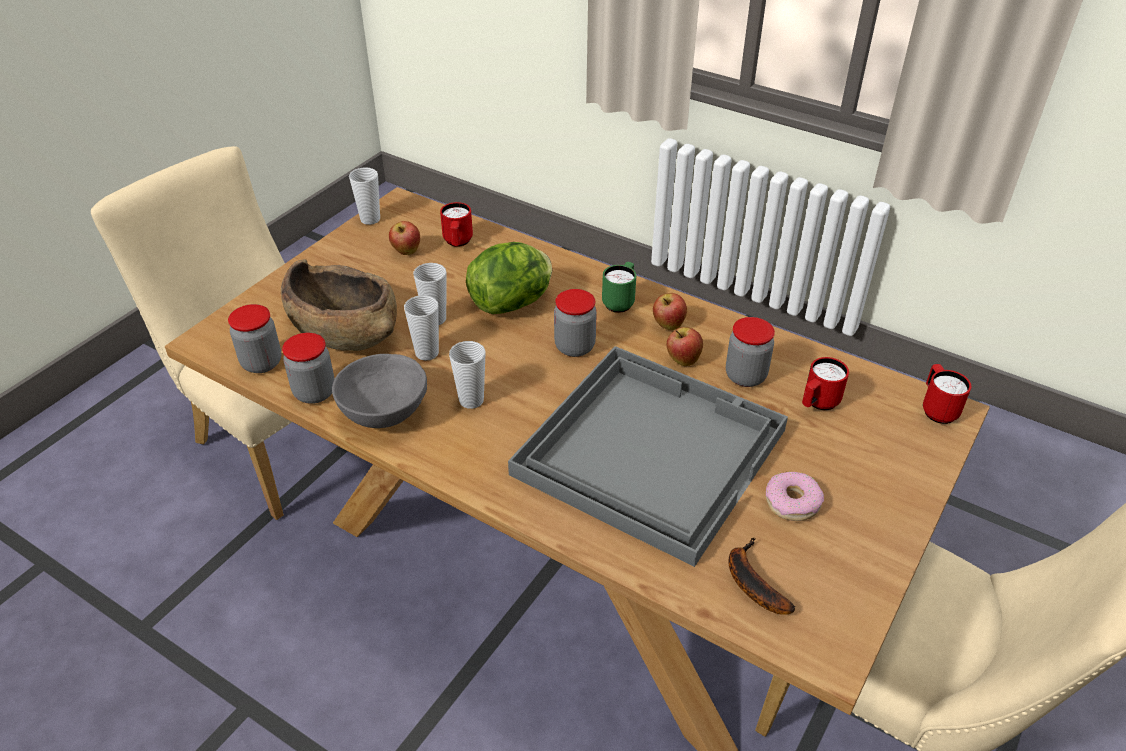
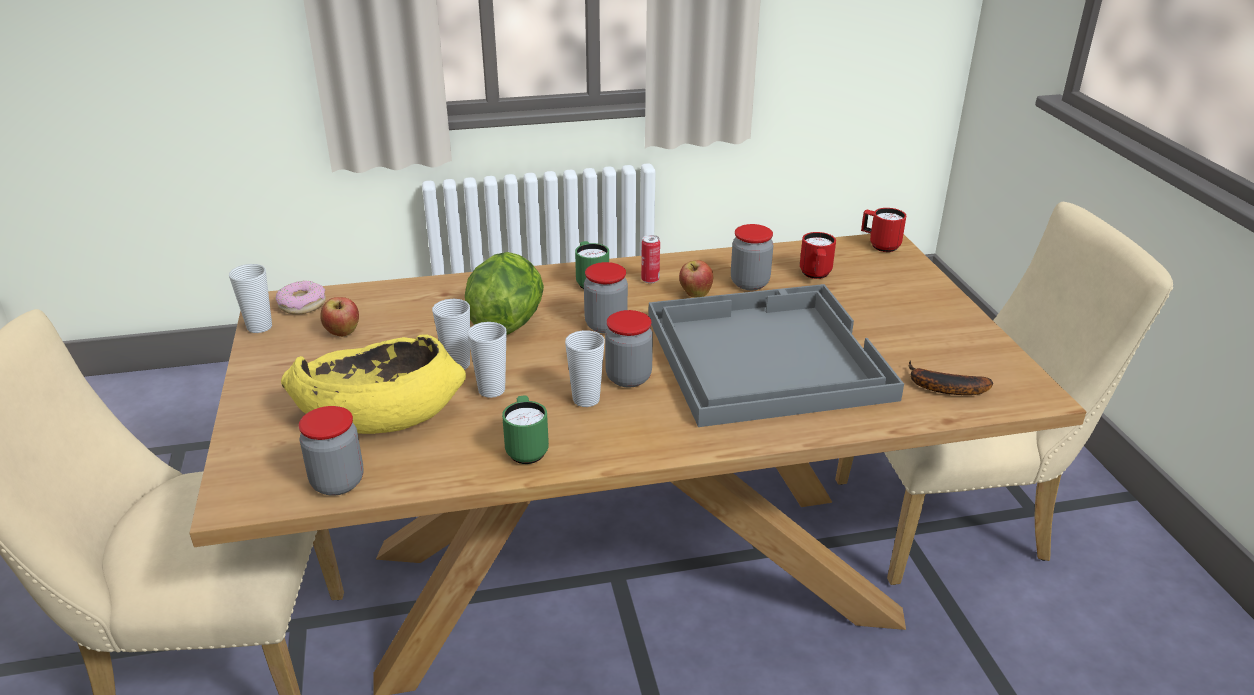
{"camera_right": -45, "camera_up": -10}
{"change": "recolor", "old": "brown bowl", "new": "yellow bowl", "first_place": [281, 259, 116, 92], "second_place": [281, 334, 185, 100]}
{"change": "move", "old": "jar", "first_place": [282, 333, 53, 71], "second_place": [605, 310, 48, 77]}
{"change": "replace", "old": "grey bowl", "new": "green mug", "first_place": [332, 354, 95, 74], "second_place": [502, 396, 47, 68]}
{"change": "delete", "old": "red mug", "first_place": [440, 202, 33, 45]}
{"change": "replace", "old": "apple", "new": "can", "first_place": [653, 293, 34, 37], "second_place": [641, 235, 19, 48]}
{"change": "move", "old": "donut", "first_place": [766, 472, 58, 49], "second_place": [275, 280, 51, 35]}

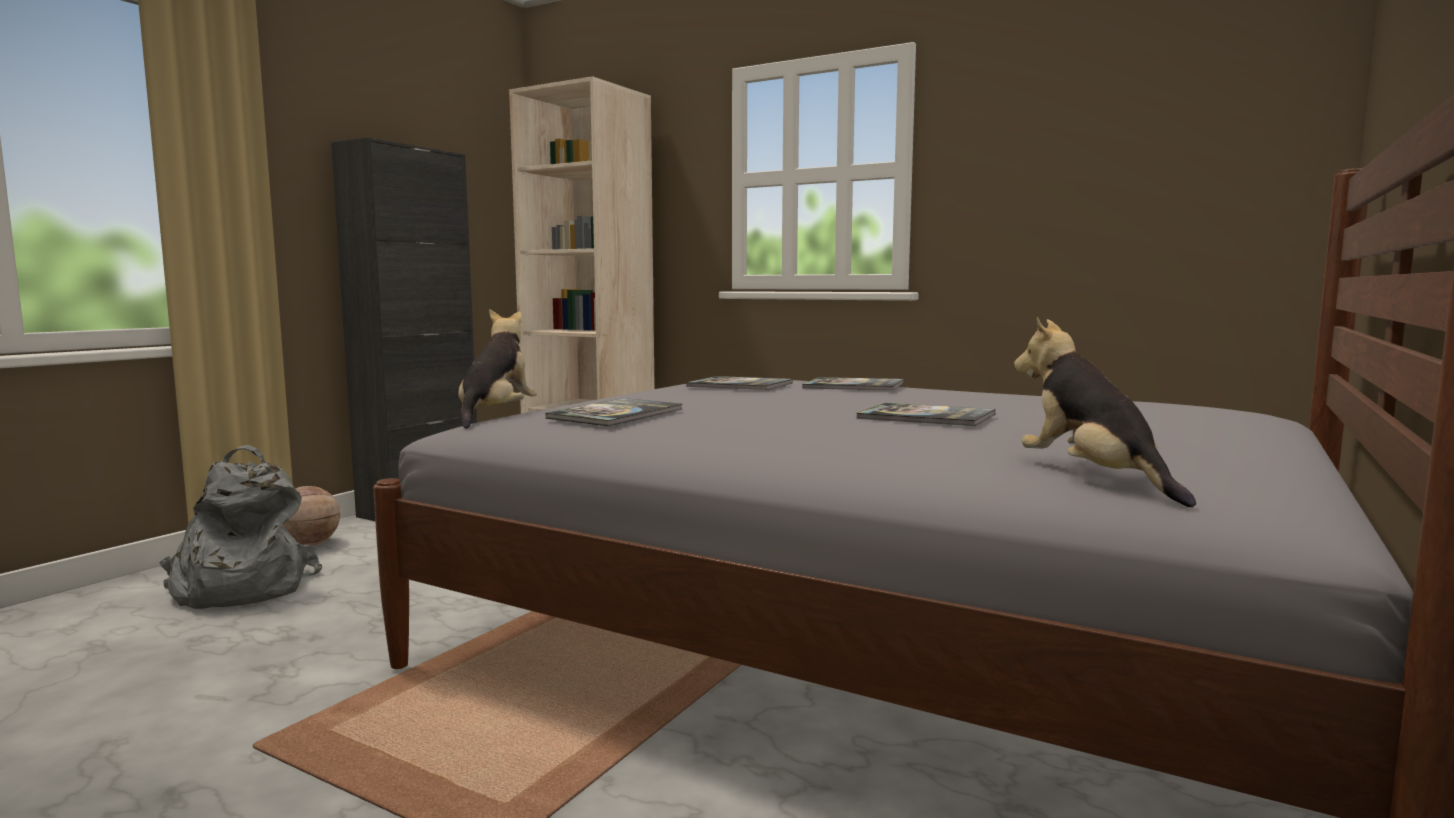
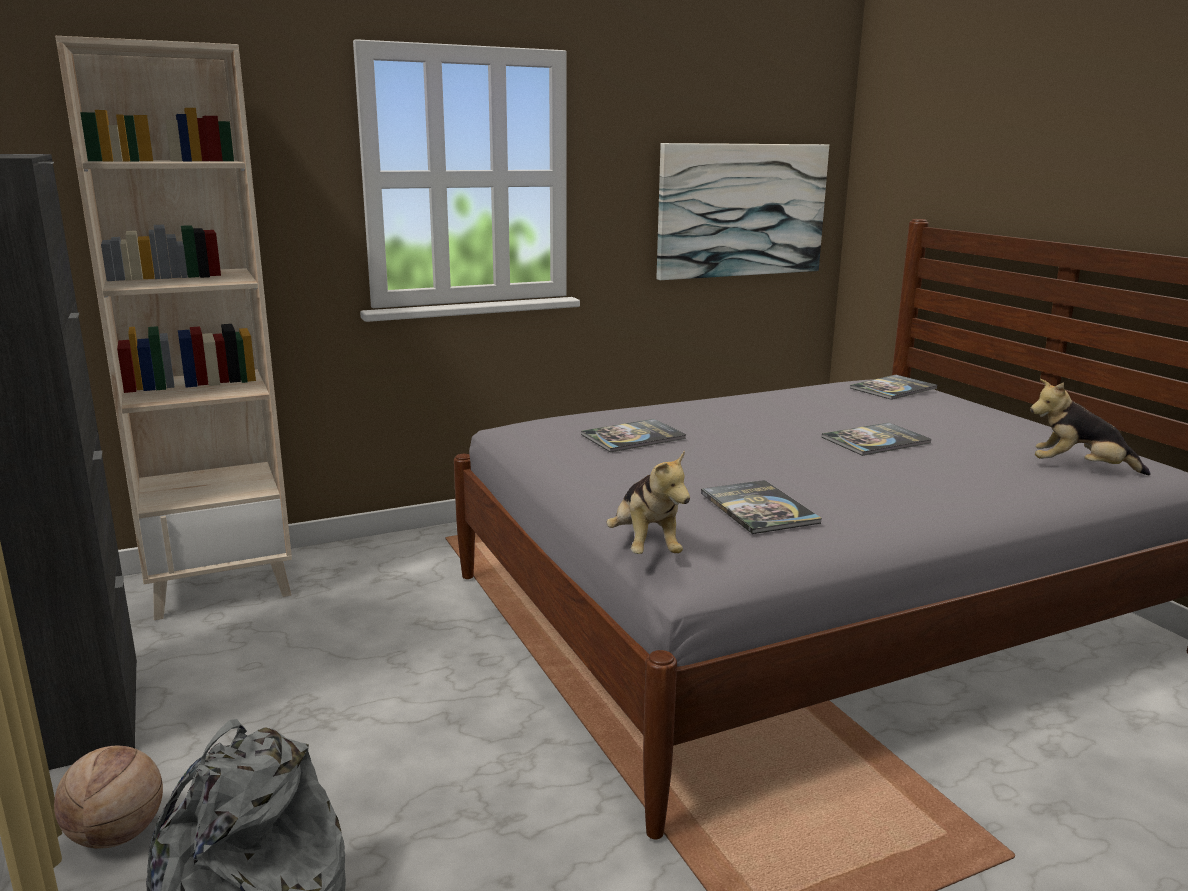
{"camera_right": -55, "camera_up": 10}
{"change": "rotate", "old": "plush toy", "first_place": [458, 309, 79, 119], "second_place": [606, 450, 84, 104], "degrees": -150}
{"change": "move", "old": "book", "first_place": [802, 377, 102, 14], "second_place": [850, 375, 87, 25]}
{"change": "insert", "new": "picture", "second_place": [657, 143, 172, 137]}

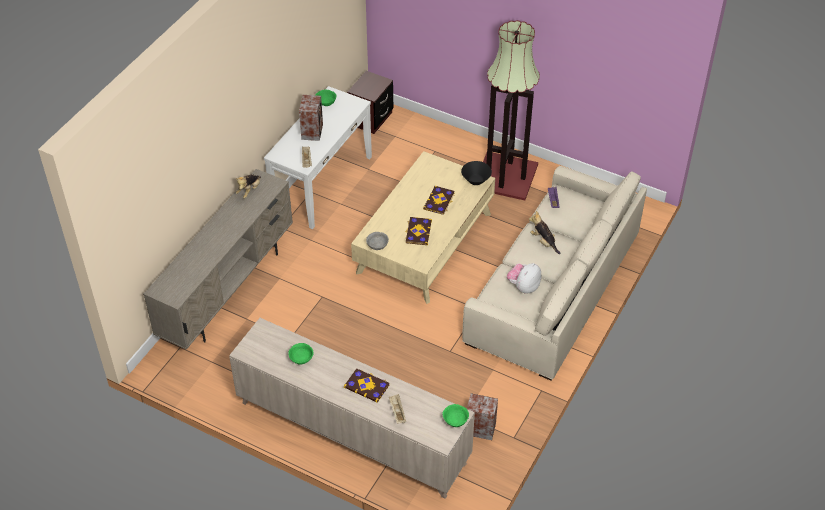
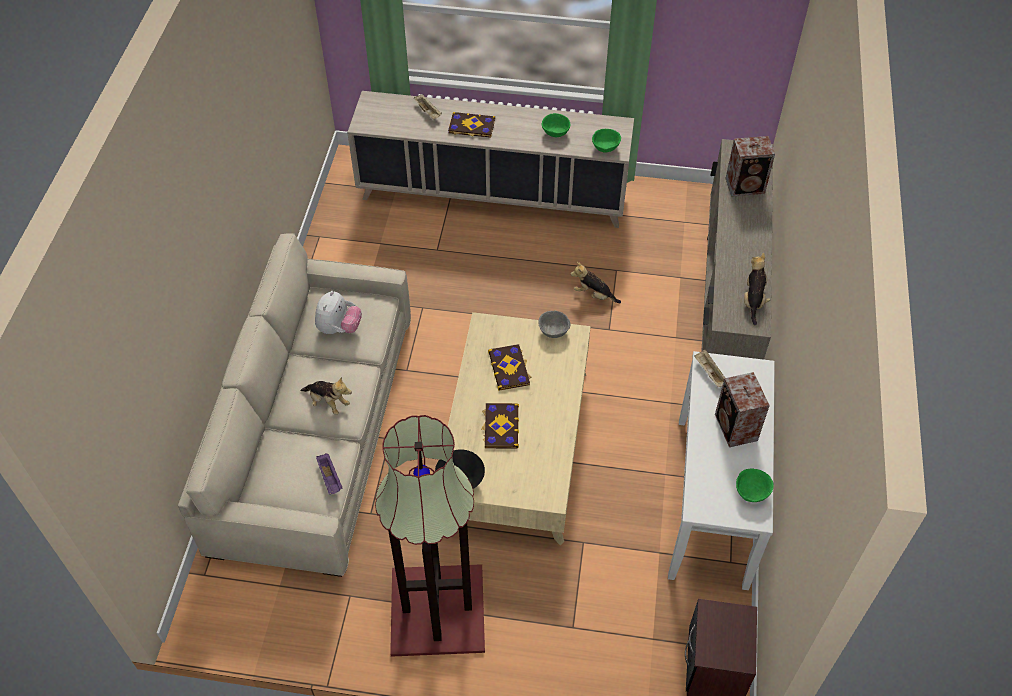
{"camera_right": 160, "camera_up": 5}
{"change": "move", "old": "green bowl", "first_place": [443, 404, 26, 23], "second_place": [592, 129, 29, 24]}
{"change": "move", "old": "speaker", "first_place": [467, 393, 31, 47], "second_place": [725, 136, 50, 61]}
{"change": "insert", "new": "plush toy", "second_place": [571, 262, 50, 41]}

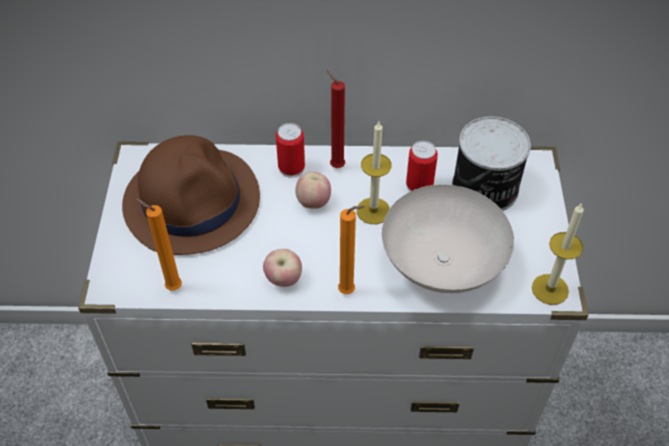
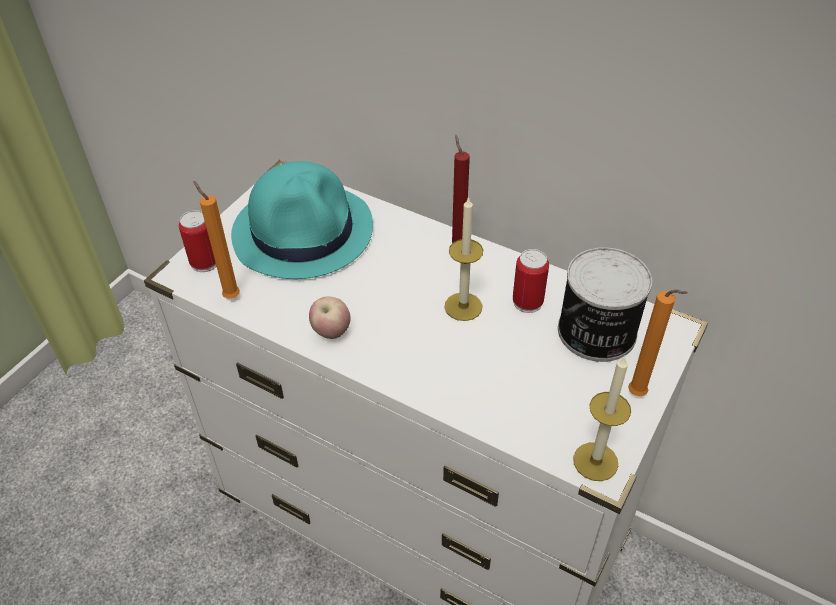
{"camera_right": 30, "camera_up": -5}
{"change": "recolor", "old": "brown hat", "new": "turquoise hat", "first_place": [122, 135, 138, 120], "second_place": [231, 161, 142, 118]}
{"change": "move", "old": "can", "first_place": [276, 123, 29, 55], "second_place": [179, 210, 37, 62]}
{"change": "delete", "old": "apple", "first_place": [295, 172, 36, 37]}
{"change": "move", "old": "orange candle", "first_place": [338, 206, 27, 88], "second_place": [628, 289, 60, 107]}
{"change": "delete", "old": "white bowl", "first_place": [382, 184, 132, 109]}

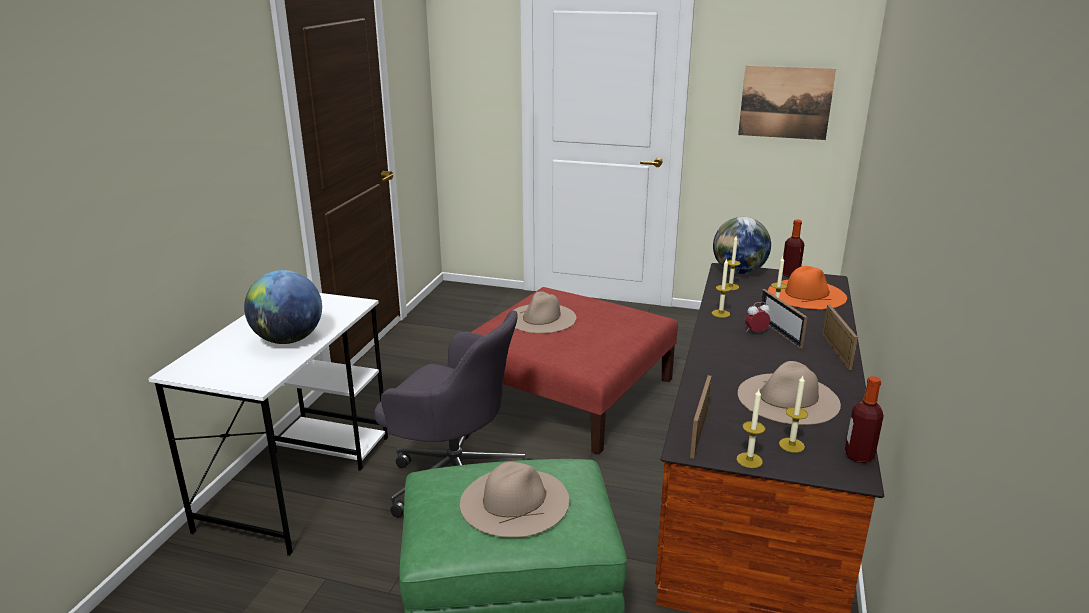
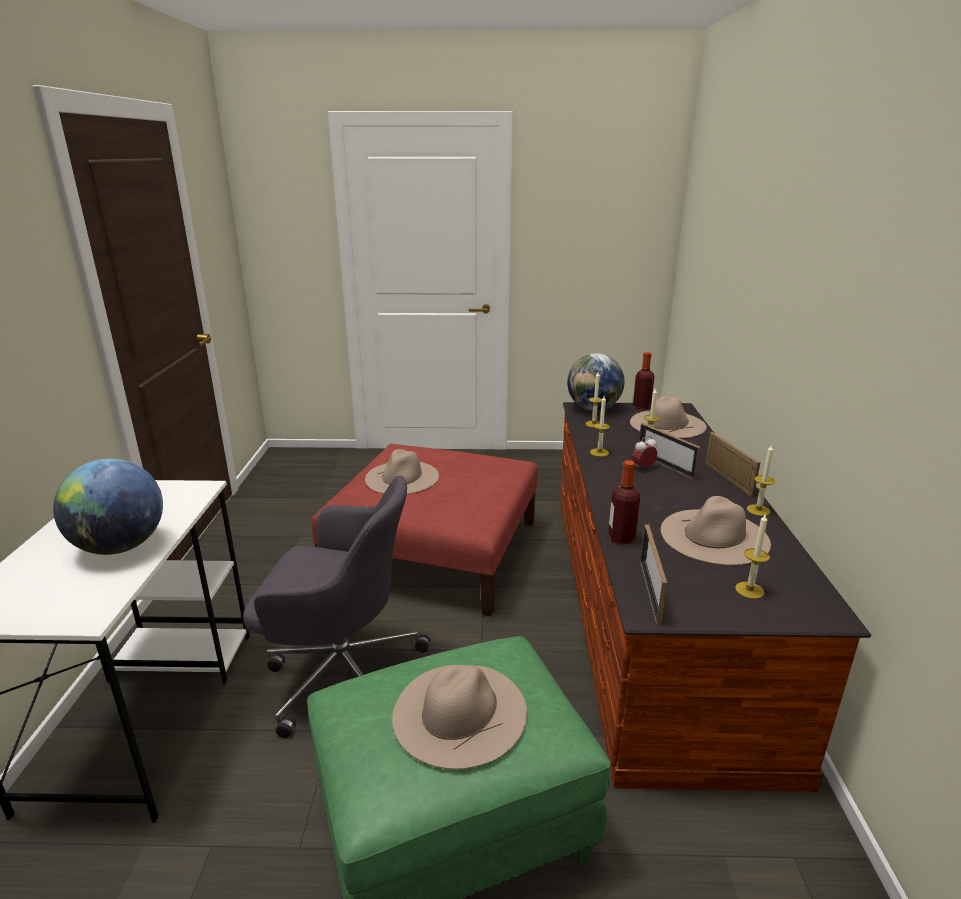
{"camera_right": -15, "camera_up": 0}
{"change": "move", "old": "candle", "first_place": [736, 389, 29, 79], "second_place": [747, 445, 28, 71]}
{"change": "delete", "old": "picture", "first_place": [738, 66, 98, 74]}
{"change": "recolor", "old": "orange hat", "new": "beige hat", "first_place": [768, 266, 79, 44], "second_place": [630, 396, 77, 42]}
{"change": "move", "old": "bottle", "first_place": [845, 376, 39, 87], "second_place": [608, 460, 32, 84]}

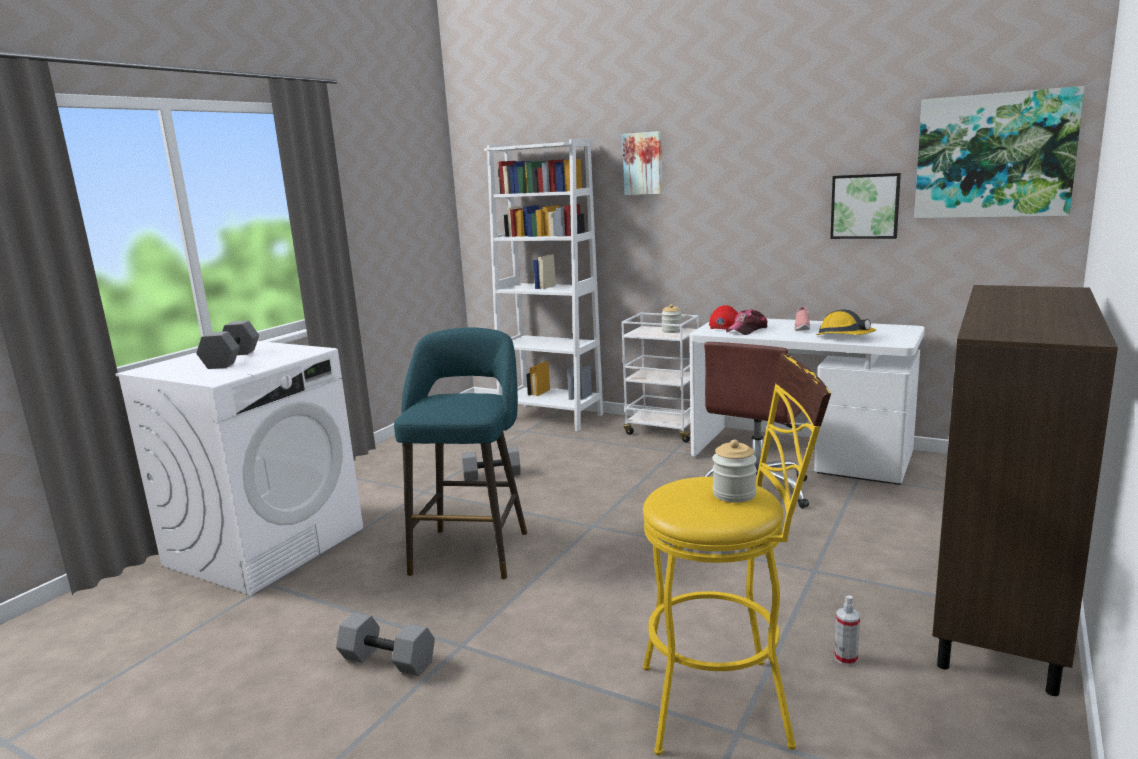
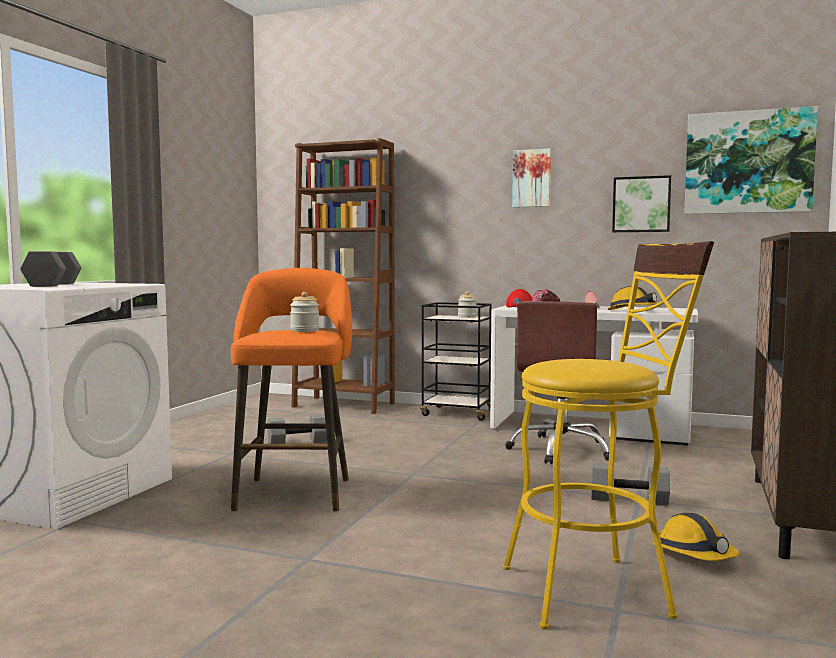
{"camera_right": -10, "camera_up": -10}
{"change": "move", "old": "grey dumbbell", "first_place": [336, 612, 99, 64], "second_place": [591, 462, 79, 44]}
{"change": "recolor", "old": "turquoise stool", "new": "orange stool", "first_place": [394, 327, 133, 252], "second_place": [231, 268, 121, 243]}
{"change": "recolor", "old": "white bookcase", "new": "brown bookcase", "first_place": [484, 139, 119, 292], "second_place": [292, 138, 103, 276]}
{"change": "recolor", "old": "white cart", "new": "black cart", "first_place": [621, 313, 78, 129], "second_place": [420, 302, 72, 119]}
{"change": "move", "old": "picture", "first_place": [622, 131, 41, 64], "second_place": [512, 148, 39, 60]}
{"change": "move", "old": "jar", "first_place": [712, 440, 45, 63], "second_place": [290, 292, 29, 40]}
{"change": "replace", "old": "spray bottle", "new": "hard hat", "first_place": [834, 596, 26, 70], "second_place": [653, 513, 86, 48]}

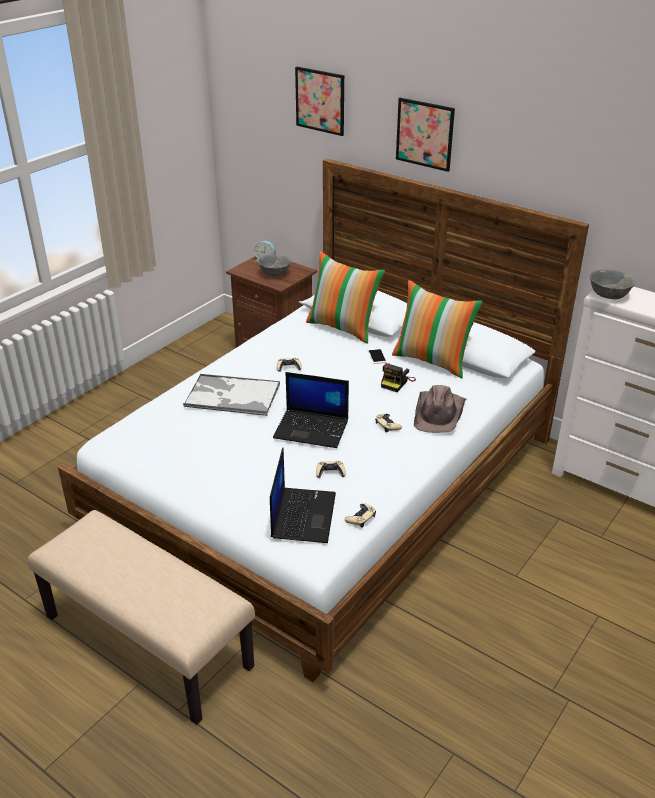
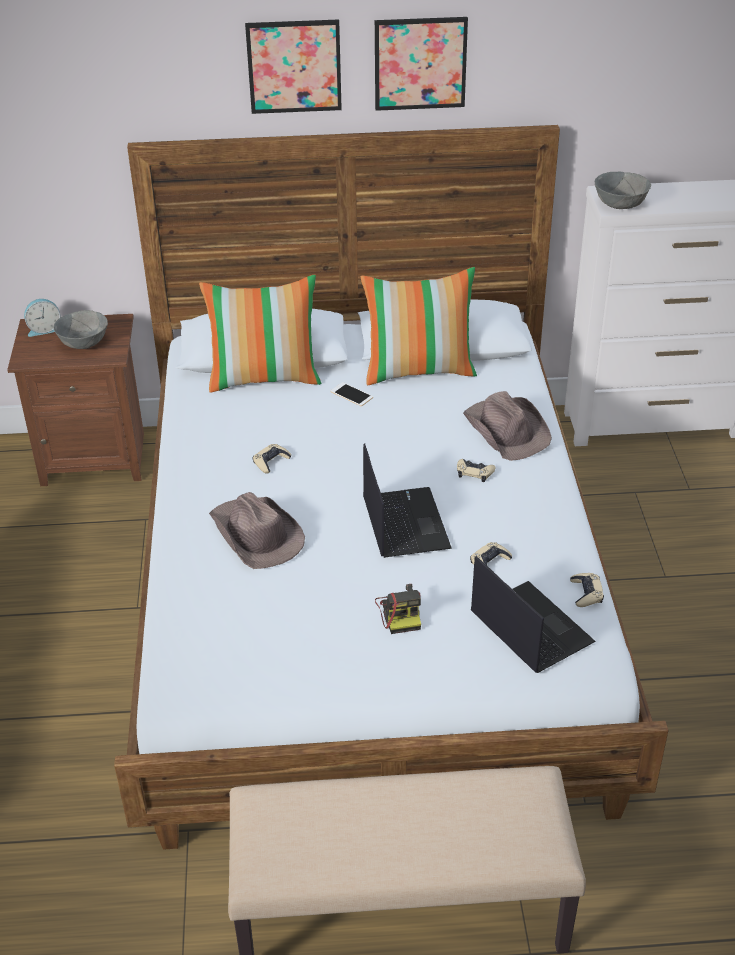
{"camera_right": -40, "camera_up": 5}
{"change": "replace", "old": "tray", "new": "brown hat", "first_place": [183, 374, 97, 42], "second_place": [209, 492, 96, 77]}
{"change": "rotate", "old": "laptop", "first_place": [273, 372, 76, 76], "second_place": [363, 443, 89, 115], "degrees": -75}
{"change": "move", "old": "picture", "first_place": [295, 67, 49, 69], "second_place": [375, 17, 93, 94]}
{"change": "move", "old": "photo camera", "first_place": [381, 363, 35, 29], "second_place": [375, 584, 46, 50]}

